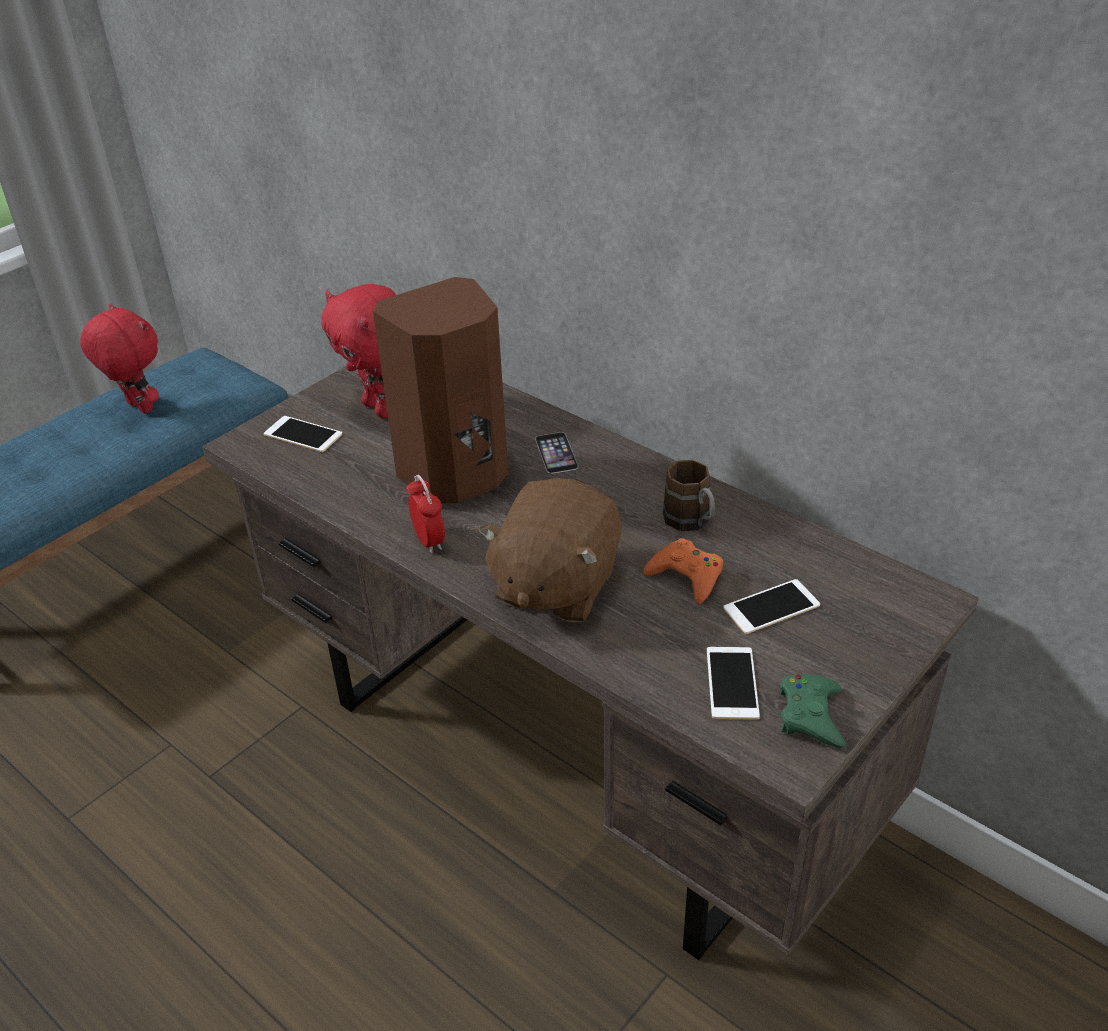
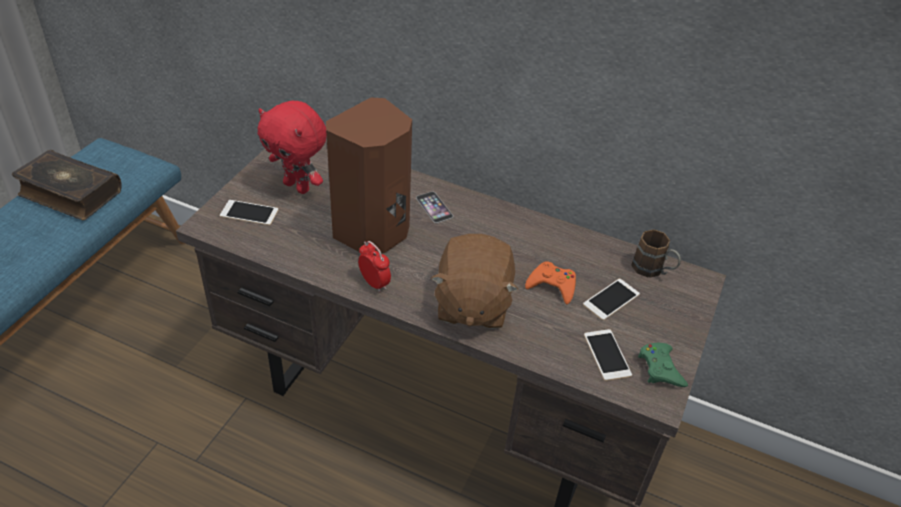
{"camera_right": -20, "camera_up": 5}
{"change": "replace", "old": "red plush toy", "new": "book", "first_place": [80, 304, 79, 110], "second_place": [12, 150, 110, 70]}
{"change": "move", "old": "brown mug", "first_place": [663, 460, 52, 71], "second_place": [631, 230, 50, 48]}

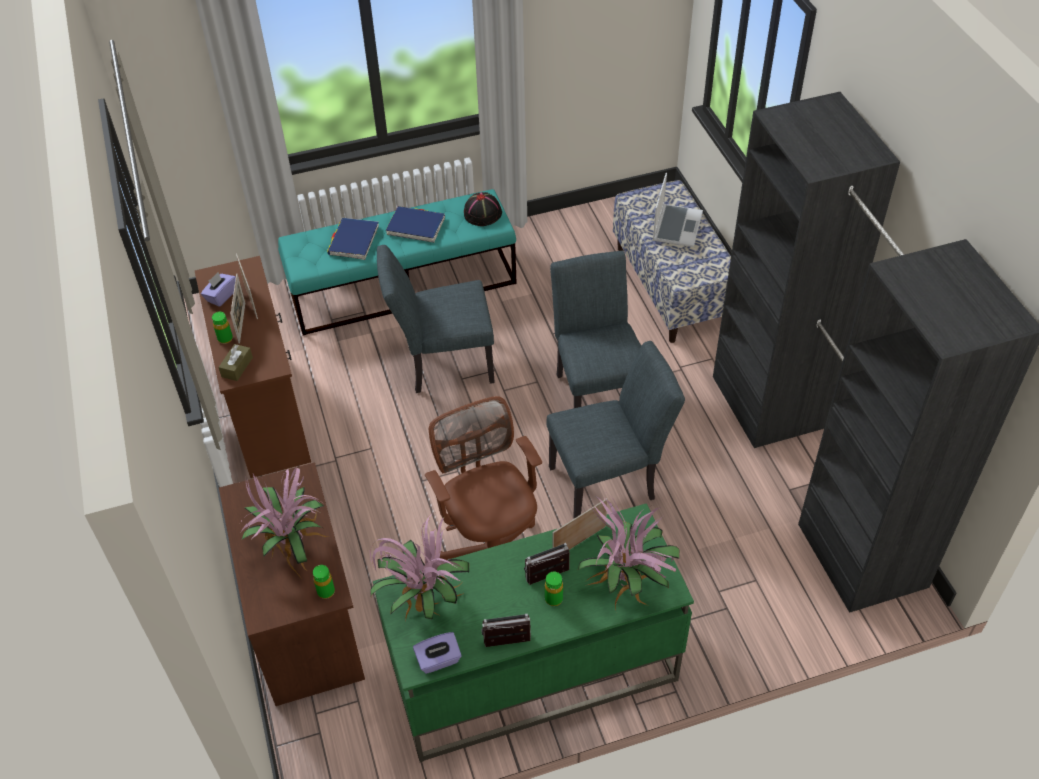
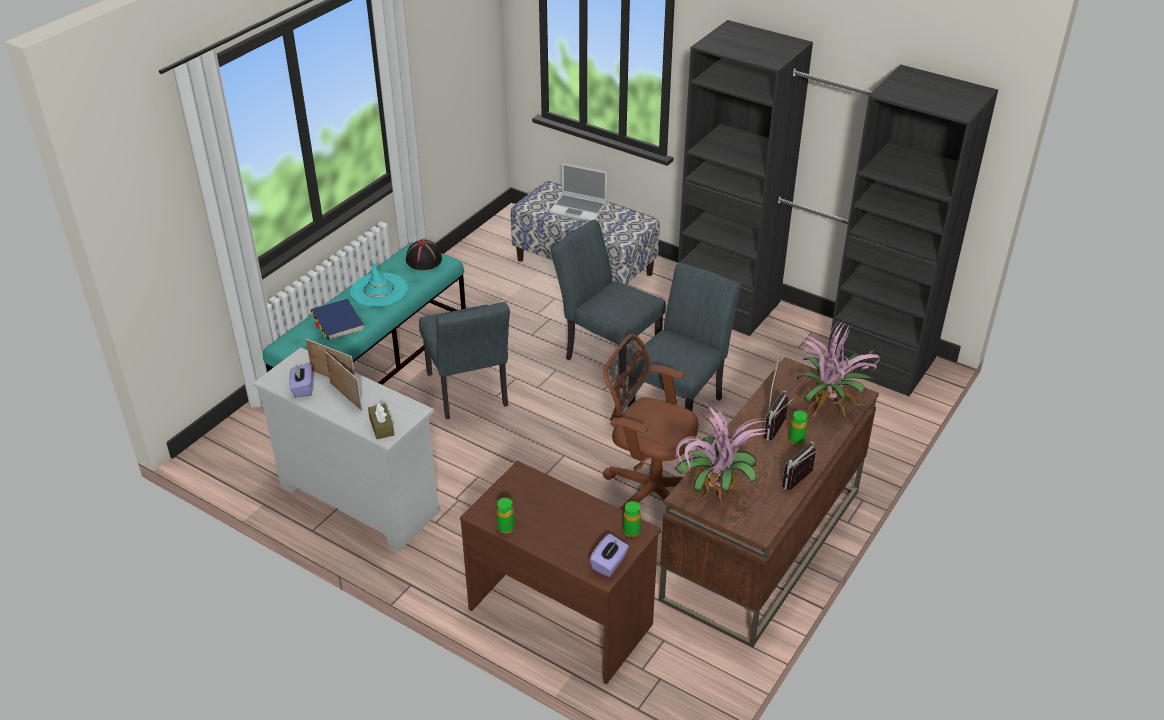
{"camera_right": -40, "camera_up": -10}
{"change": "recolor", "old": "brown dresser", "new": "white dresser", "first_place": [195, 256, 116, 222], "second_place": [253, 347, 186, 204]}
{"change": "move", "old": "green bottle", "first_place": [212, 312, 21, 32], "second_place": [497, 498, 17, 35]}
{"change": "delete", "old": "potted plant", "first_place": [239, 467, 91, 108]}
{"change": "recolor", "old": "green desk", "new": "brown desk", "first_place": [373, 503, 321, 259], "second_place": [659, 357, 220, 290]}
{"change": "rotate", "old": "grey chair", "first_place": [377, 245, 118, 148], "second_place": [419, 302, 91, 117], "degrees": -60}
{"change": "replace", "old": "blue book", "new": "turquoise hat", "first_place": [386, 206, 59, 37], "second_place": [350, 262, 58, 45]}
{"change": "move", "old": "purple tissue box", "first_place": [413, 632, 49, 42], "second_place": [589, 534, 40, 43]}
{"change": "rotate", "old": "laptop", "first_place": [653, 173, 50, 74], "second_place": [549, 163, 58, 59], "degrees": 135}

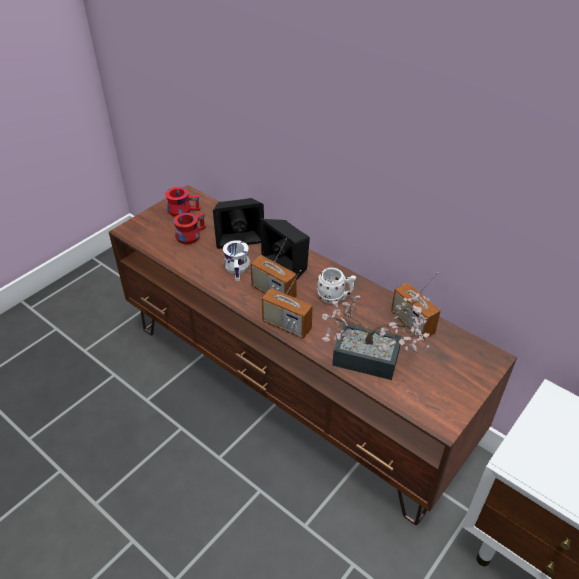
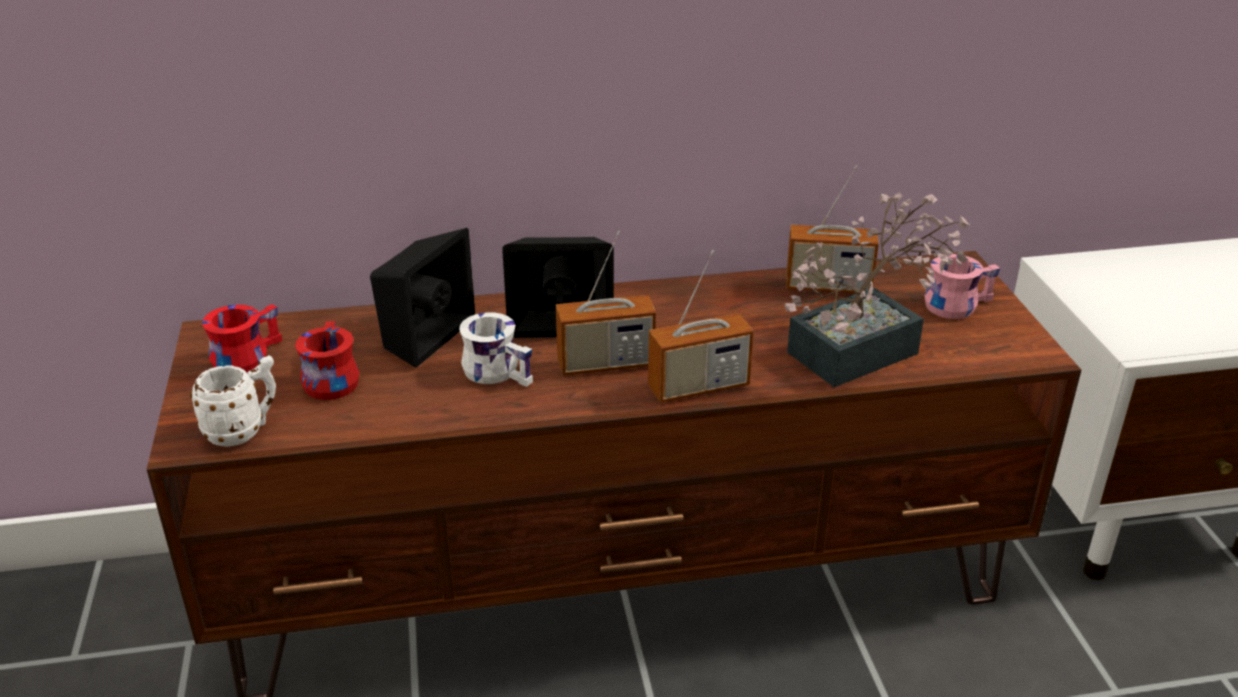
{"camera_right": -50, "camera_up": -10}
{"change": "move", "old": "white mug", "first_place": [317, 268, 39, 36], "second_place": [190, 355, 86, 92]}
{"change": "insert", "new": "pink mug", "second_place": [924, 254, 76, 65]}

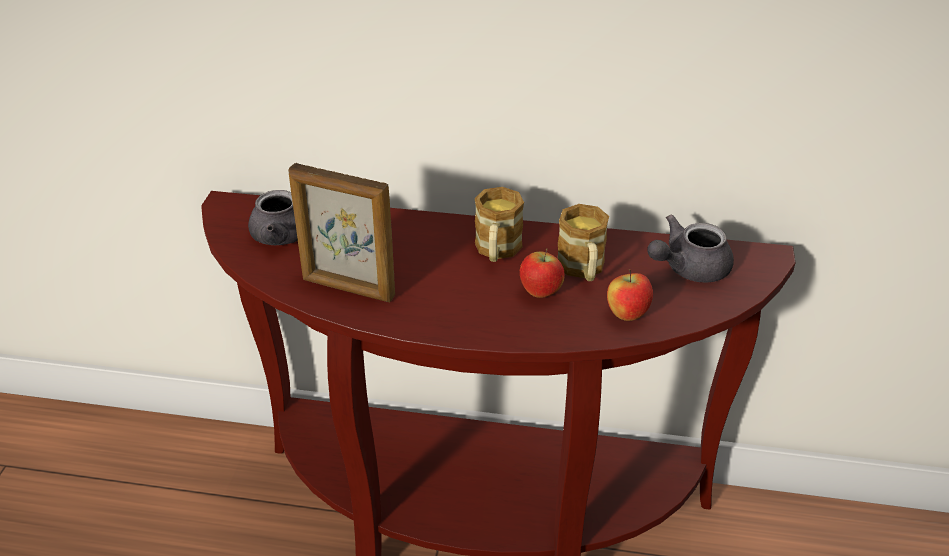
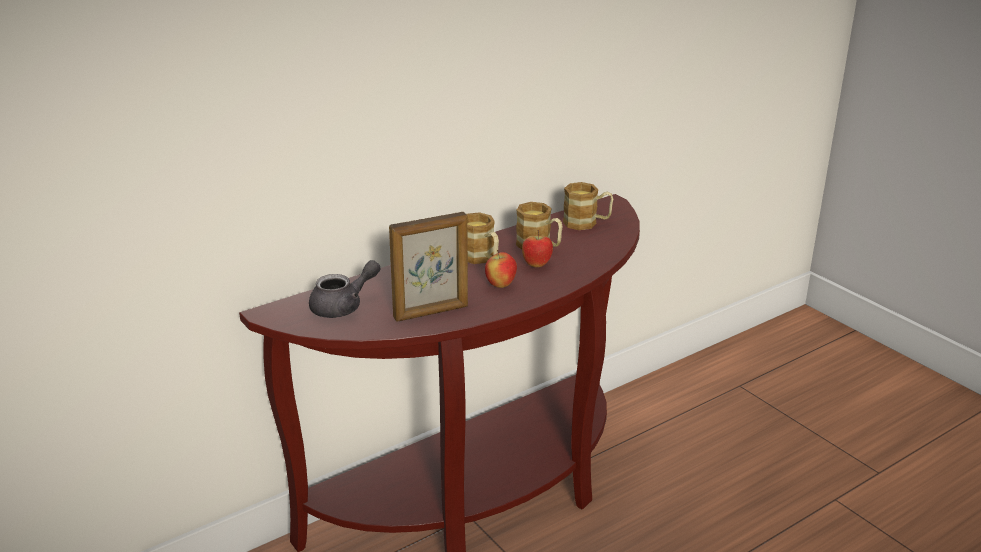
{"camera_right": -45, "camera_up": -10}
{"change": "move", "old": "apple", "first_place": [607, 269, 46, 52], "second_place": [485, 250, 32, 38]}
{"change": "replace", "old": "grey teapot", "new": "mug", "first_place": [647, 214, 87, 69], "second_place": [563, 182, 50, 48]}

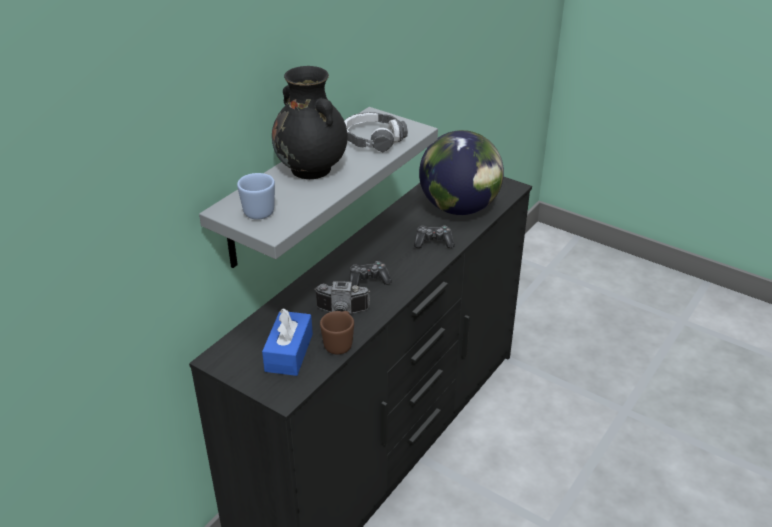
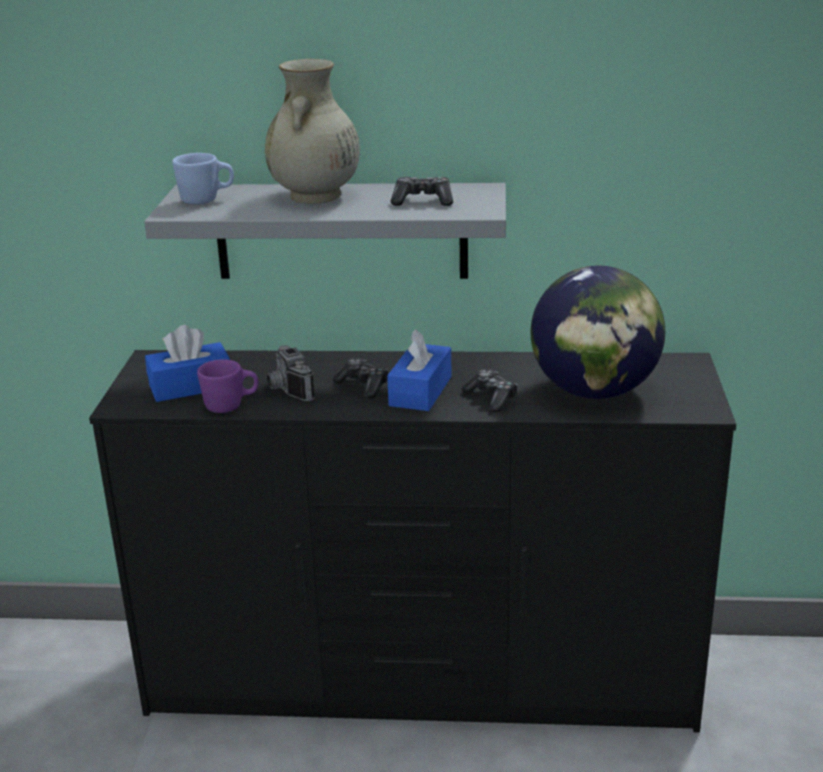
{"camera_right": 60, "camera_up": -10}
{"change": "recolor", "old": "black vase", "new": "beige vase", "first_place": [272, 66, 76, 113], "second_place": [265, 59, 95, 145]}
{"change": "recolor", "old": "brown mug", "new": "purple mug", "first_place": [320, 311, 34, 44], "second_place": [197, 359, 61, 54]}
{"change": "replace", "old": "headphones", "new": "game controller", "first_place": [344, 112, 64, 40], "second_place": [391, 177, 62, 29]}
{"change": "insert", "new": "blue tissue box", "second_place": [387, 329, 65, 82]}

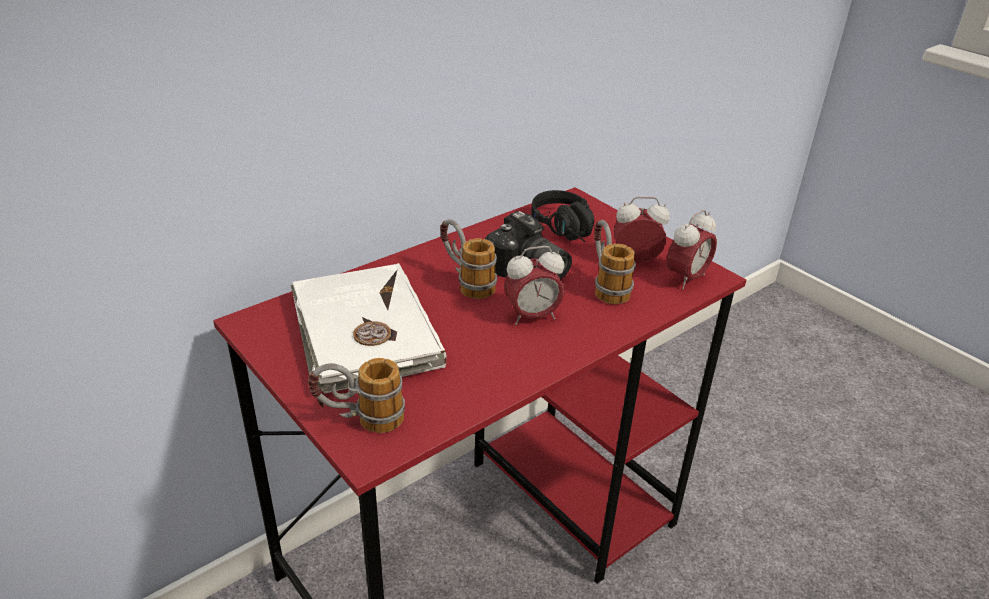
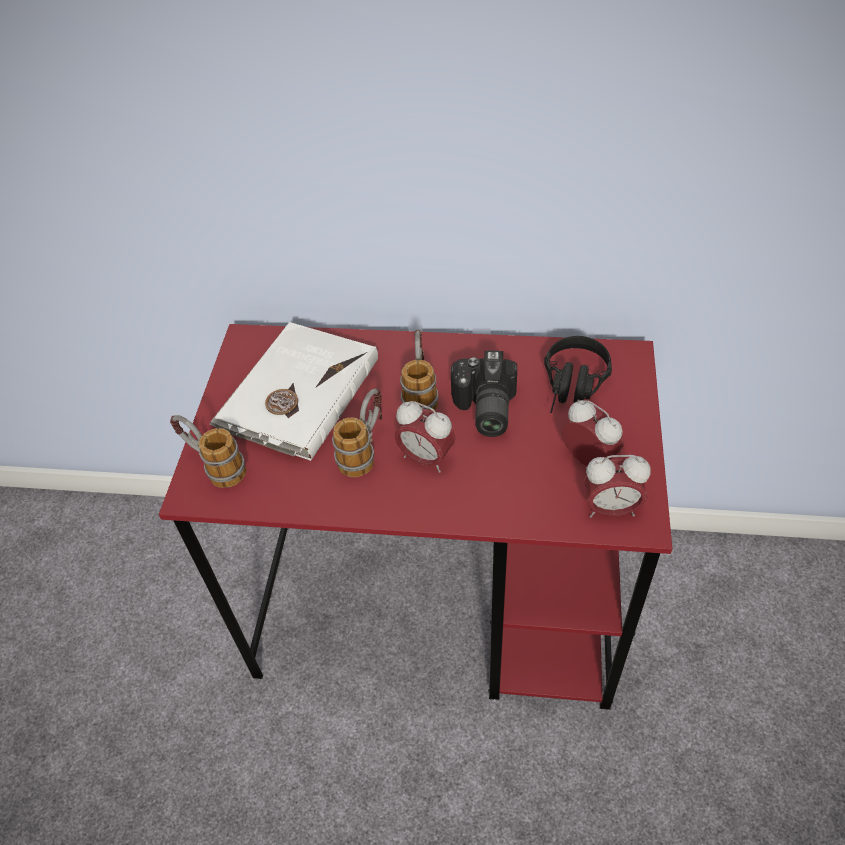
{"camera_right": 50, "camera_up": 15}
{"change": "move", "old": "mug", "first_place": [594, 220, 42, 84], "second_place": [332, 388, 50, 89]}

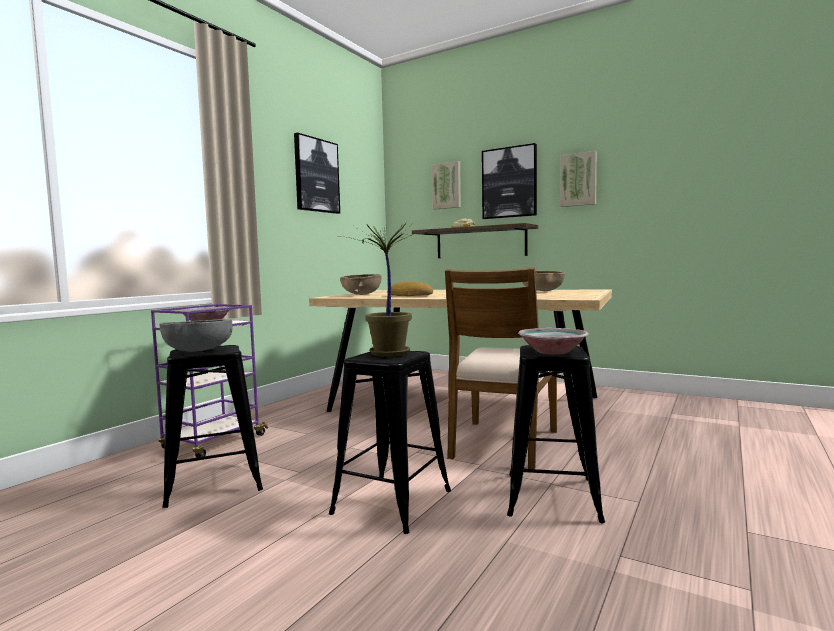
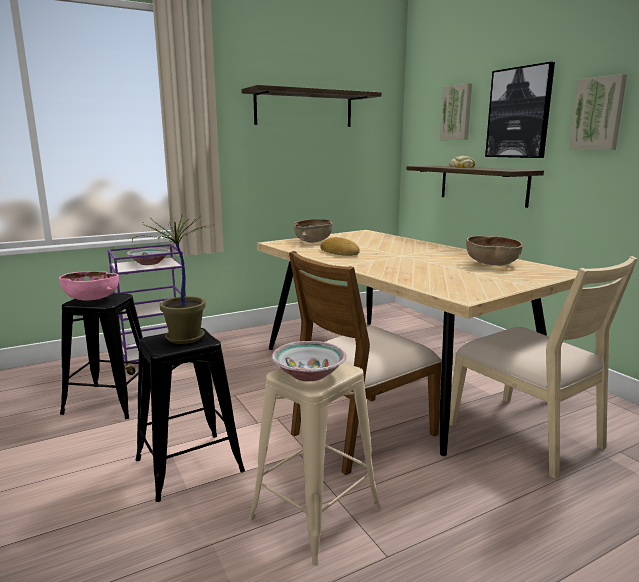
{"camera_right": 30, "camera_up": 10}
{"change": "recolor", "old": "grey bowl", "new": "pink bowl", "first_place": [159, 319, 73, 33], "second_place": [59, 271, 60, 30]}
{"change": "replace", "old": "picture", "new": "shelf", "first_place": [294, 133, 46, 81], "second_place": [241, 85, 141, 42]}
{"change": "recolor", "old": "black stool", "new": "beige stool", "first_place": [507, 345, 98, 178], "second_place": [249, 363, 132, 202]}
{"change": "insert", "new": "beige chair", "second_place": [449, 256, 189, 224]}

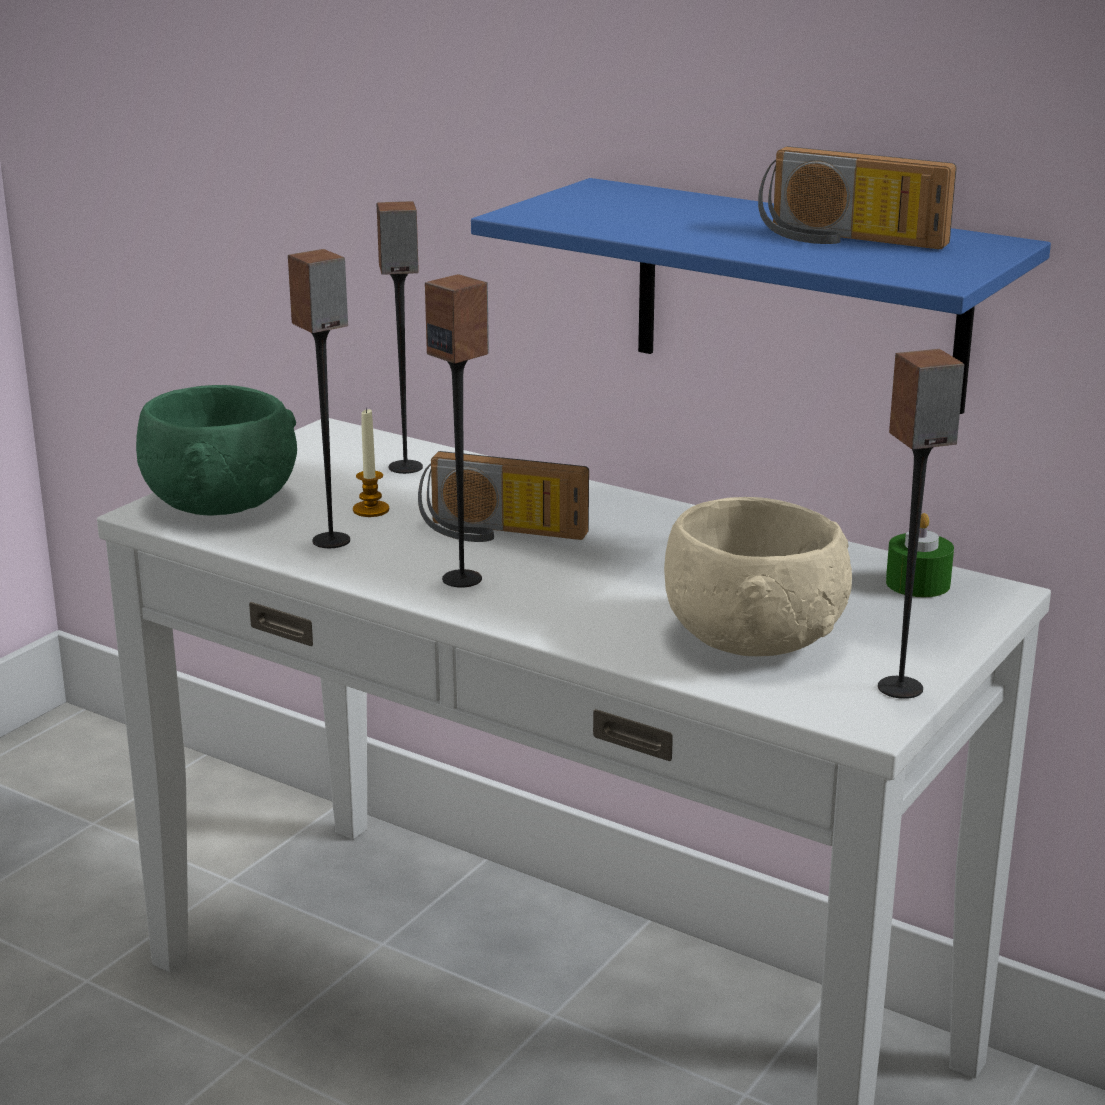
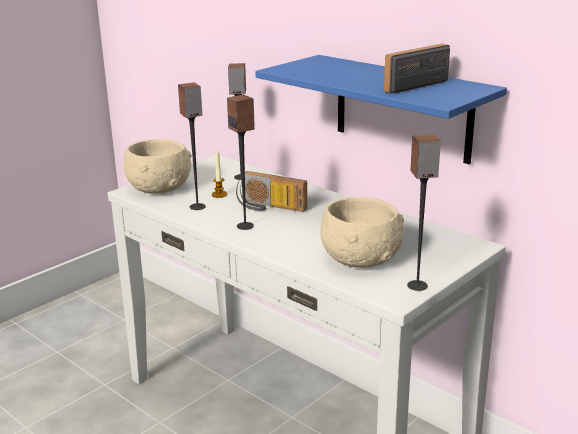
{"camera_right": 10, "camera_up": 0}
{"change": "recolor", "old": "green bowl", "new": "beige bowl", "first_place": [136, 385, 161, 130], "second_place": [124, 139, 67, 55]}
{"change": "rotate", "old": "radio", "first_place": [758, 146, 198, 103], "second_place": [384, 44, 66, 50], "degrees": 105}
{"change": "delete", "old": "green candle", "first_place": [886, 513, 68, 84]}

